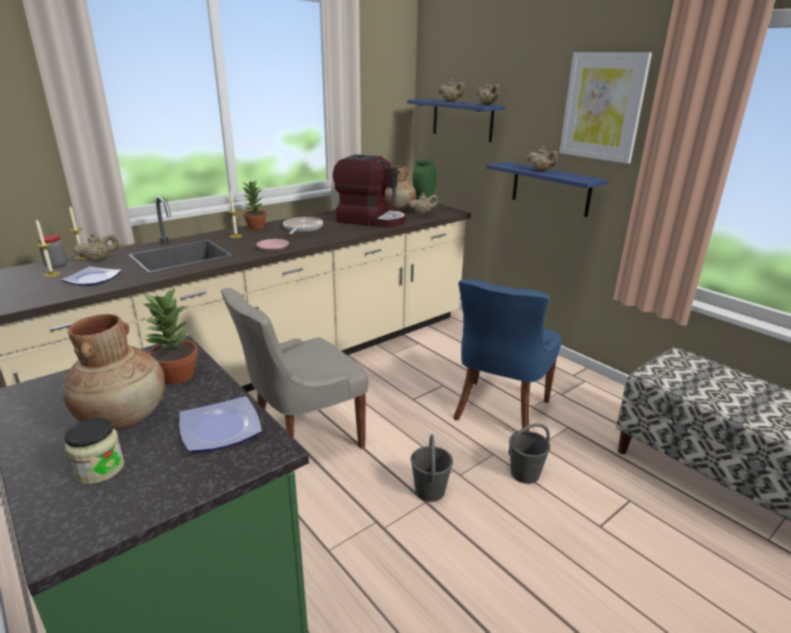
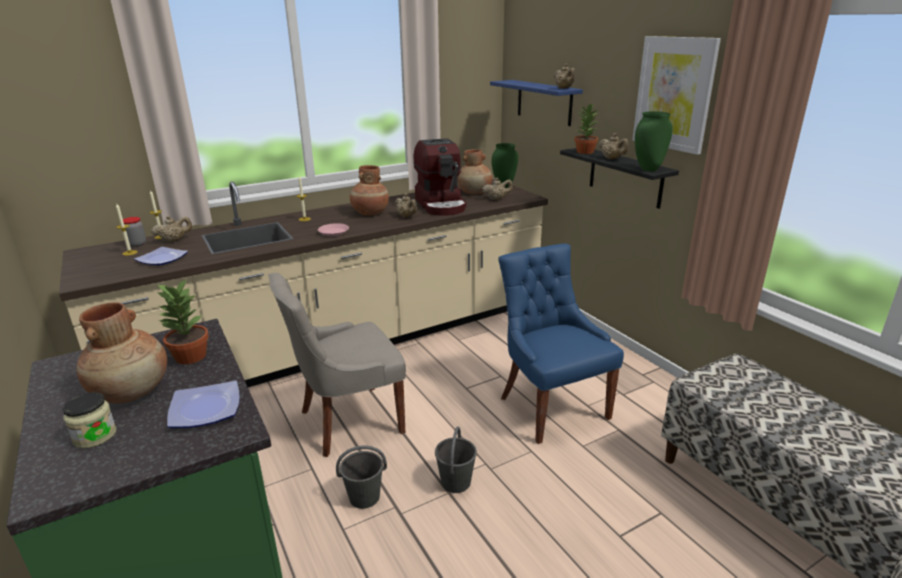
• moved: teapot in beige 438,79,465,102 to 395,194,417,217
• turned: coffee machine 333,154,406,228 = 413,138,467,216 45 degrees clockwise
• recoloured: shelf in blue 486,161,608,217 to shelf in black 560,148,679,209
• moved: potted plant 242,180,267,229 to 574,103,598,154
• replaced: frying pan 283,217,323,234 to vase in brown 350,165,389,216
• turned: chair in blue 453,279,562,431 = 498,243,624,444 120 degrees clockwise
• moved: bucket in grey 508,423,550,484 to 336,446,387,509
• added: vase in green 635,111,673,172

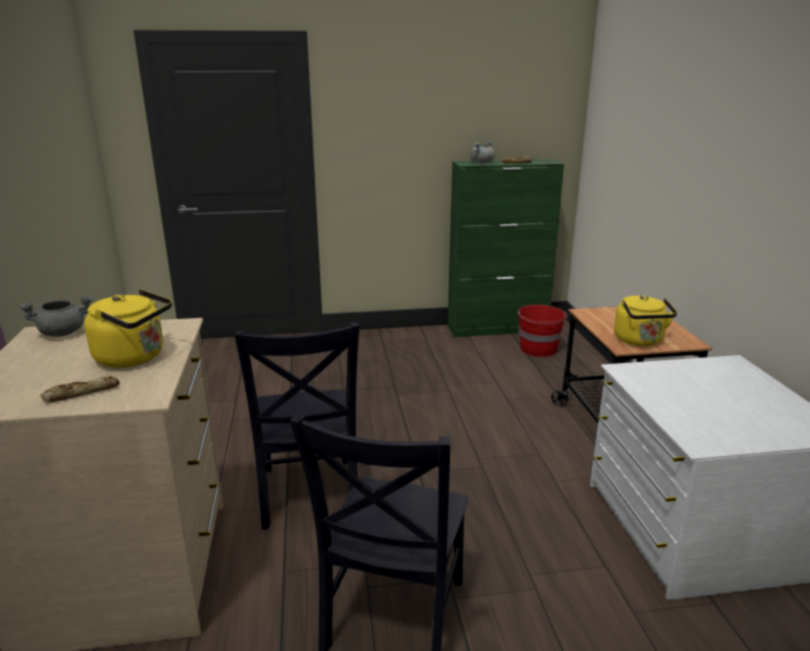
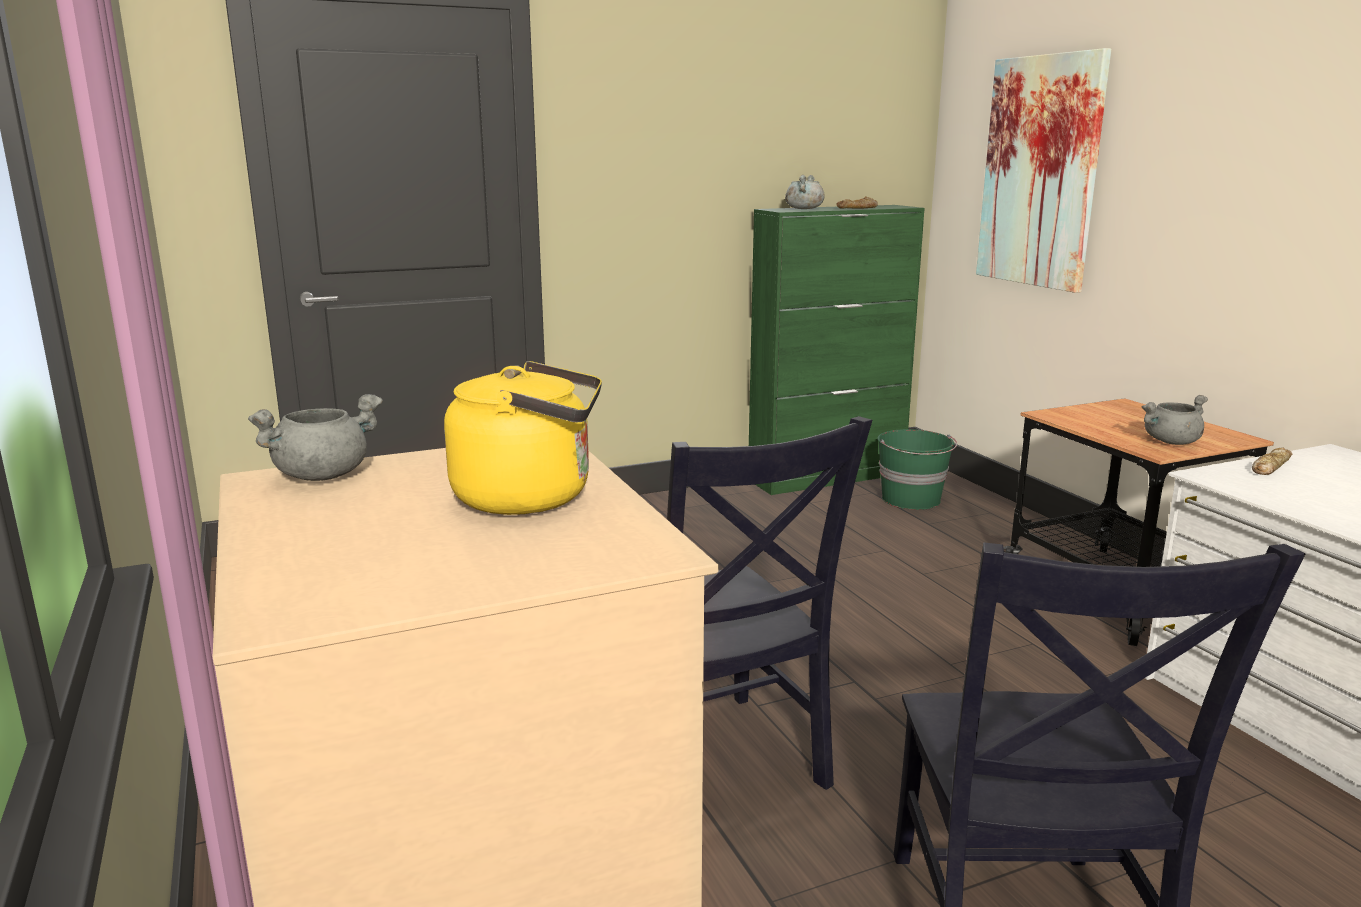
• replaced: kettle in yellow 614,295,677,346 to cooking pot in grey 1141,395,1208,445
• recoloured: bucket in red 518,305,567,357 to bucket in green 878,429,957,510
• moved: bread 40,376,120,402 to 1252,447,1292,475
• added: picture 976,48,1111,293

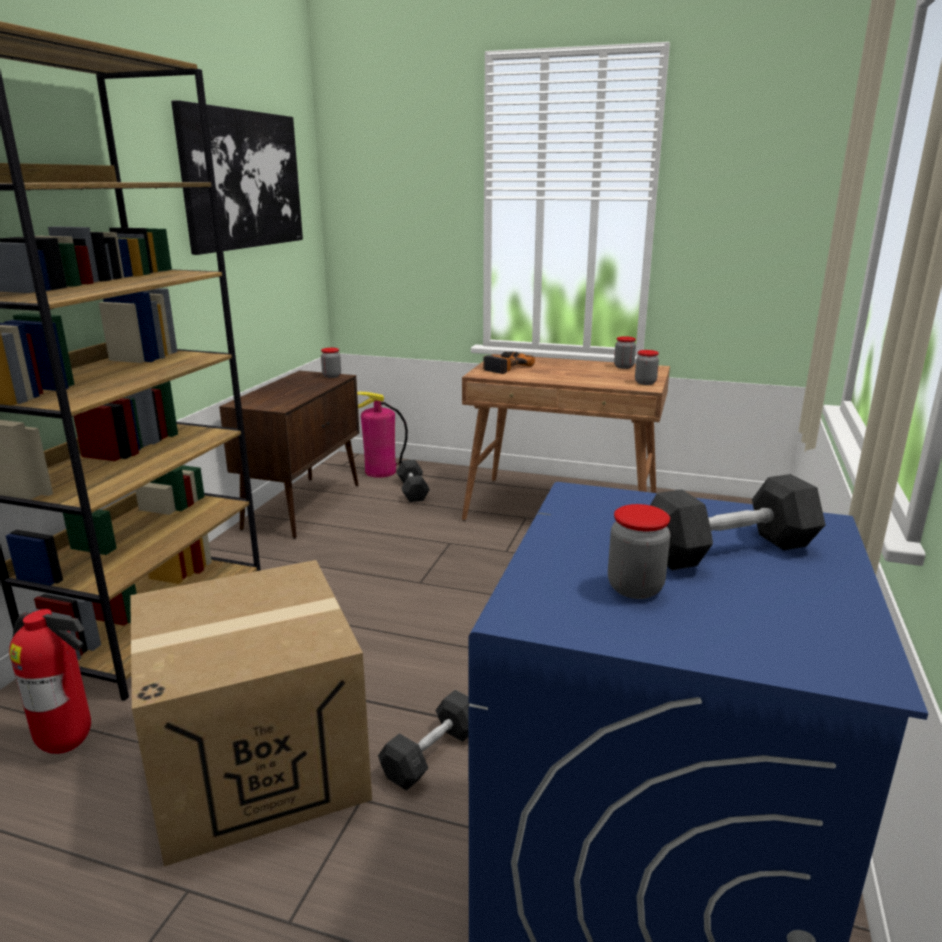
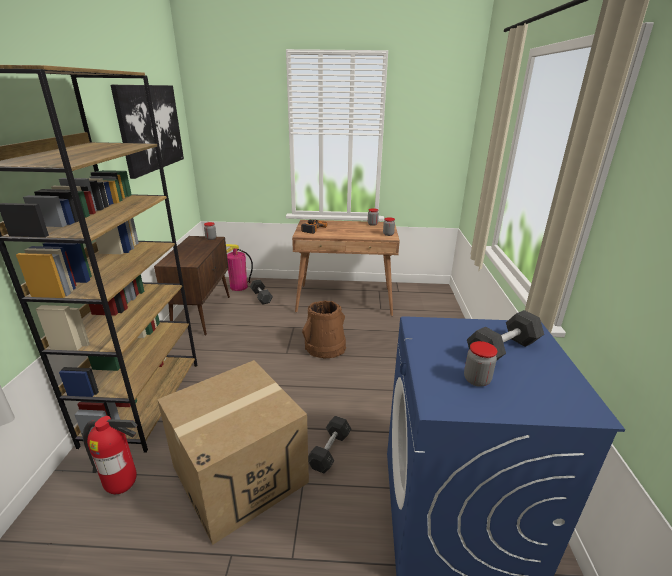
• added: bucket in brown 302,301,346,359

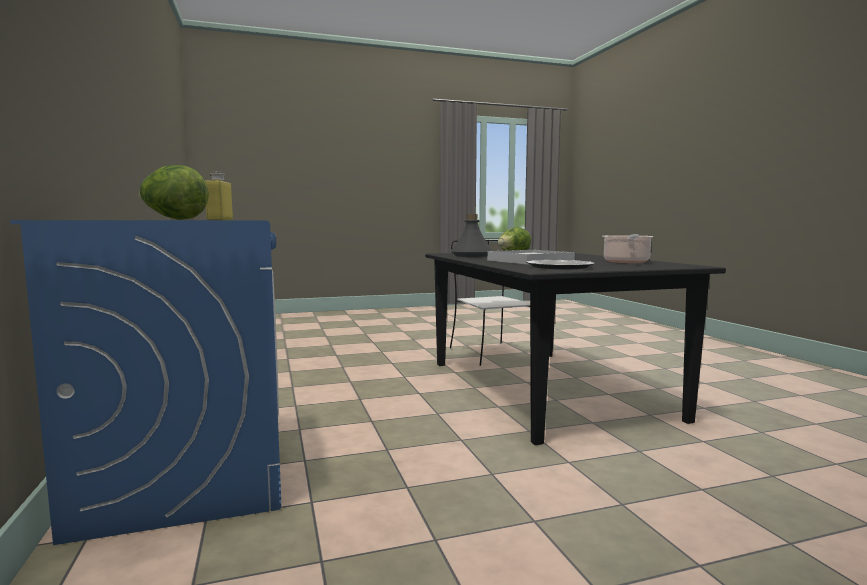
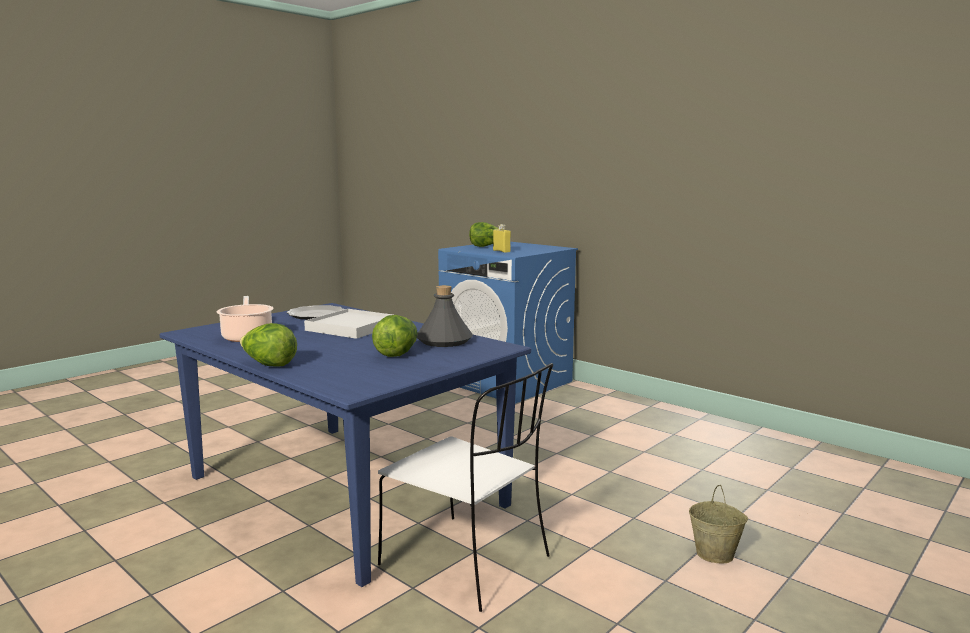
• recoloured: dining table in black 425,253,726,445 to dining table in blue 159,303,531,587
• added: lettuce 240,323,297,367
• added: bucket in beige 689,485,748,563

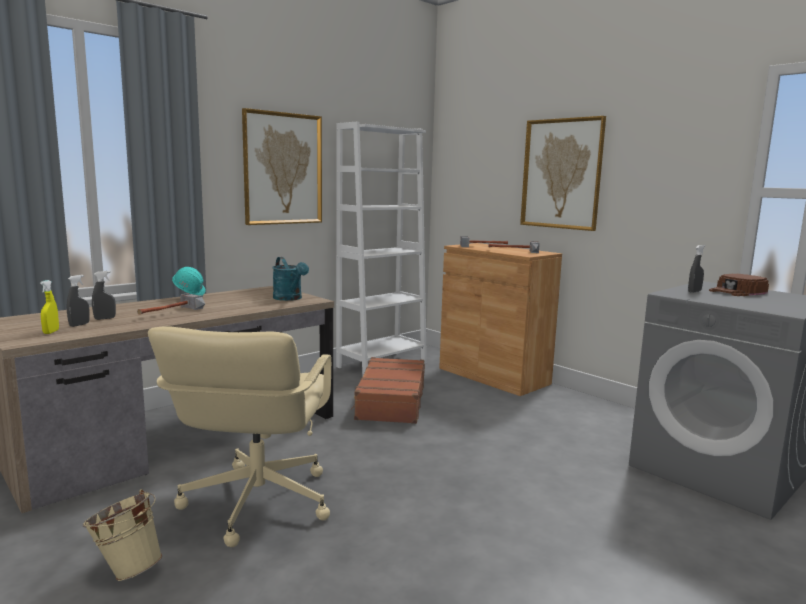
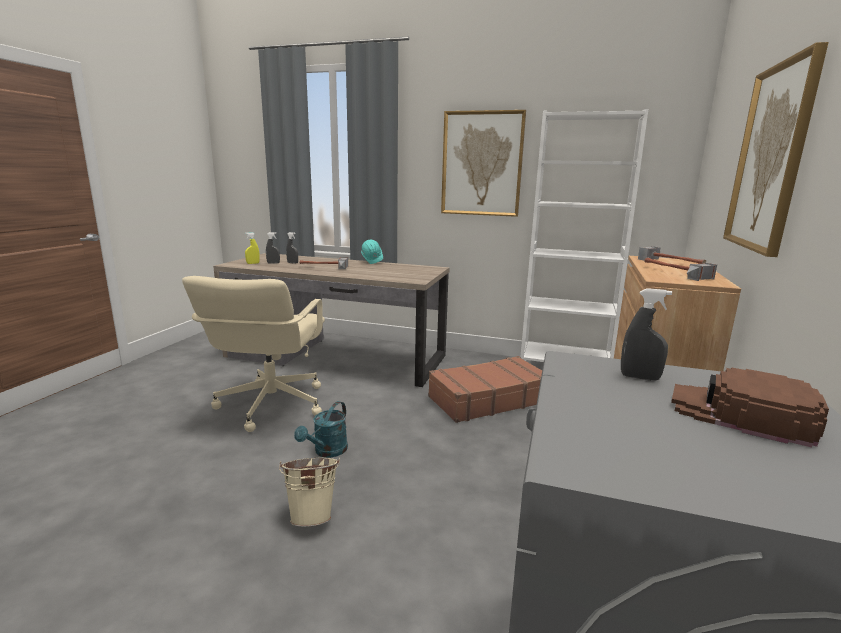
• moved: watering can in turquoise 272,257,309,301 to 294,401,348,458
• turned: office chair in beige 148,326,331,547 = 182,276,325,432 60 degrees counterclockwise
• moved: bucket in beige 83,489,163,581 to 279,457,340,527

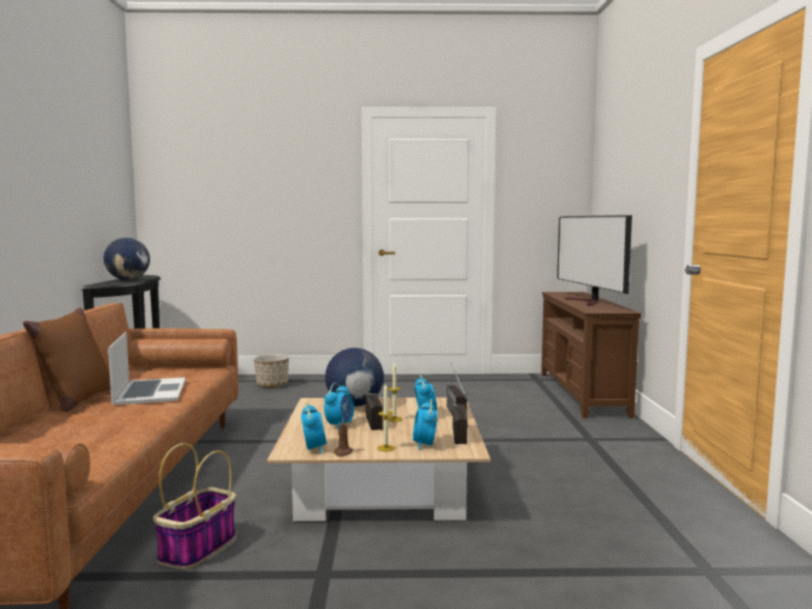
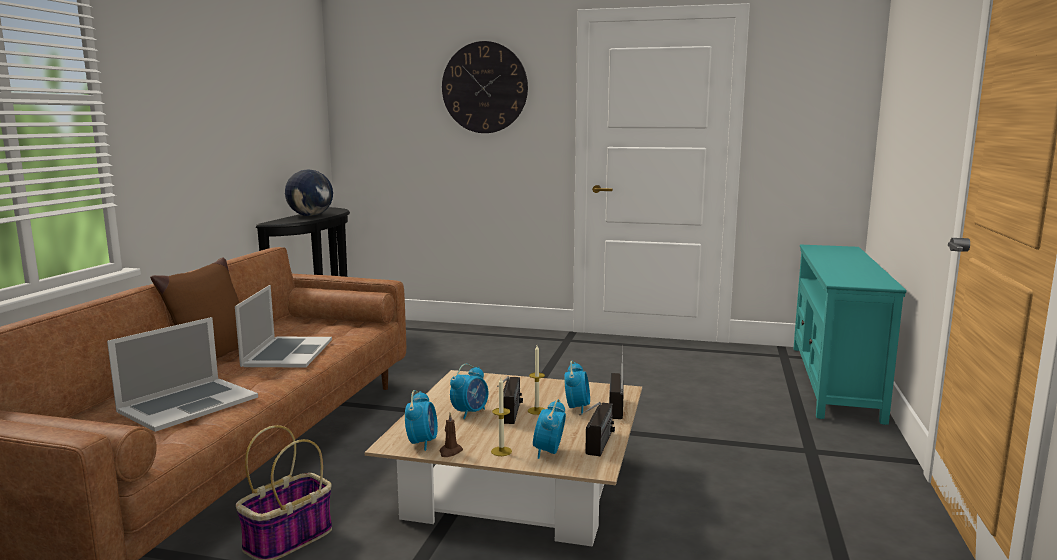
• removed: television 557,215,632,306
• recoloured: tv stand in brown 541,292,641,418 to tv stand in turquoise 793,245,906,425
• removed: globe 325,348,384,407
• removed: planter 254,354,289,388
• added: wall clock 442,41,528,133
• added: laptop 107,317,258,432

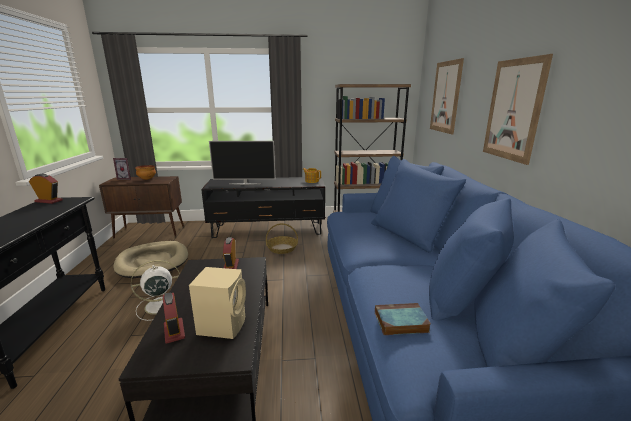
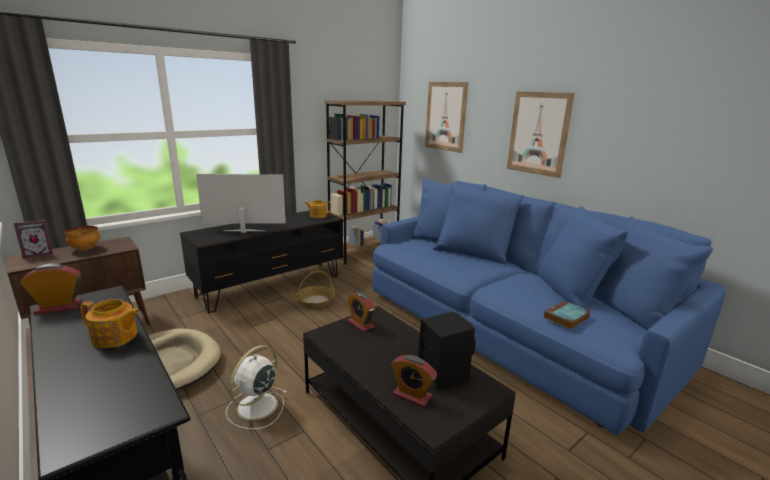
• turned: television 209,141,276,185 = 196,174,286,233 150 degrees counterclockwise
• recoloured: speaker in beige 189,267,246,339 to speaker in black 418,311,476,389
• added: teapot 80,299,140,348

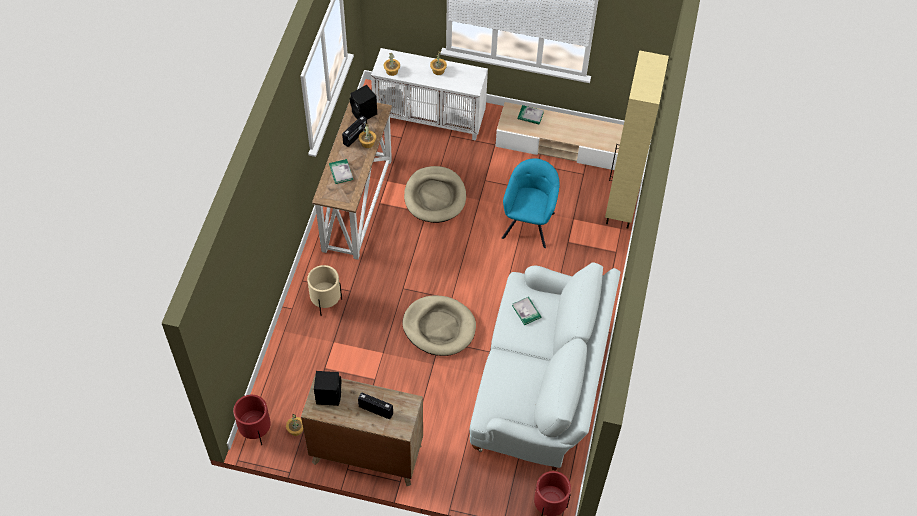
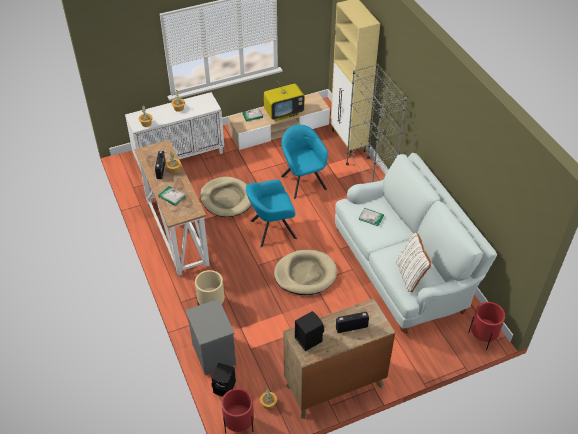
• moved: speaker in black 350,85,377,120 to 211,363,236,396
• added: bookcase in grey 346,64,407,183
• added: television 264,78,305,121
• added: armchair in turquoise 246,180,297,247
• added: pillow in white 396,232,431,292
• added: nightstand in grey 185,299,236,375

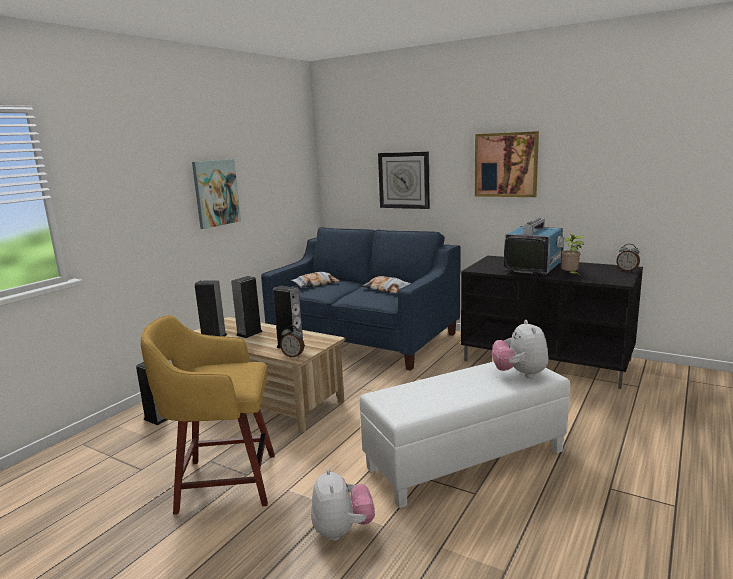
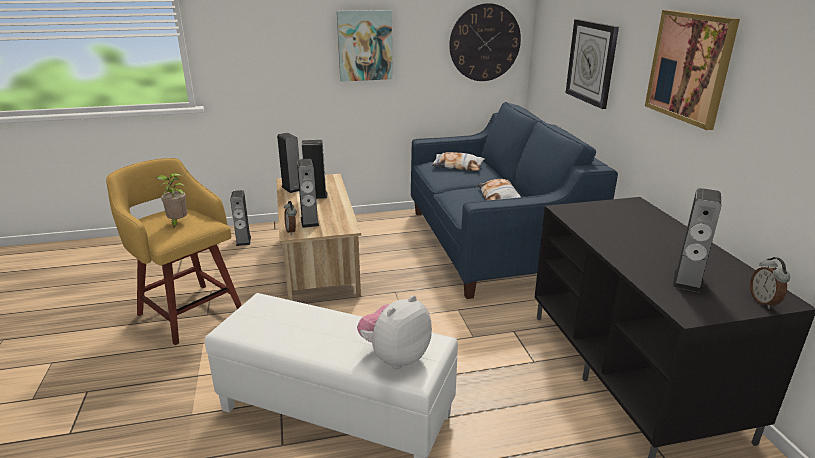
• removed: television 504,217,564,275
• moved: potted plant 561,234,585,275 to 156,173,188,229
• removed: plush toy 311,468,375,541
• added: wall clock 449,3,521,81
• added: speaker 673,188,721,293

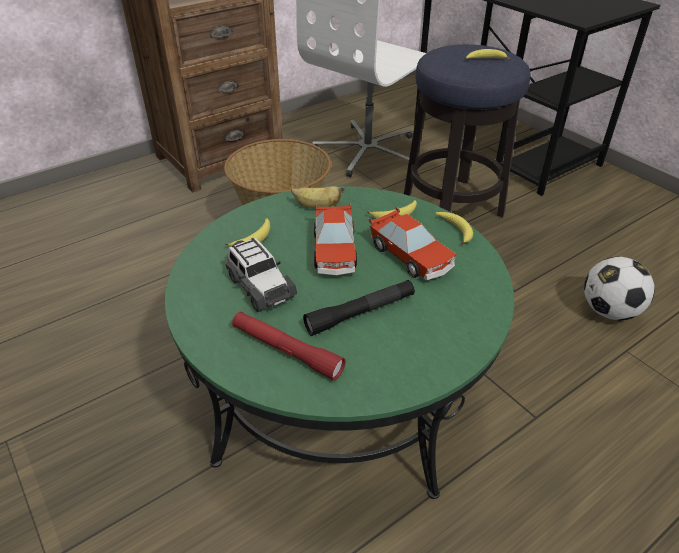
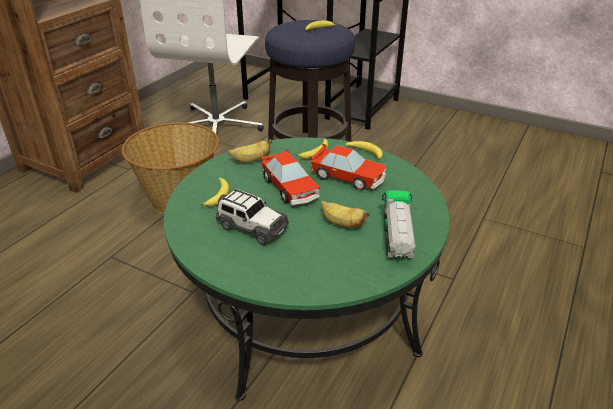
• removed: football 584,256,655,321
• replaced: flashlight in black 303,280,415,336 to banana 321,201,370,228
• removed: flashlight in red 232,312,346,381
• added: toy truck 382,191,416,258

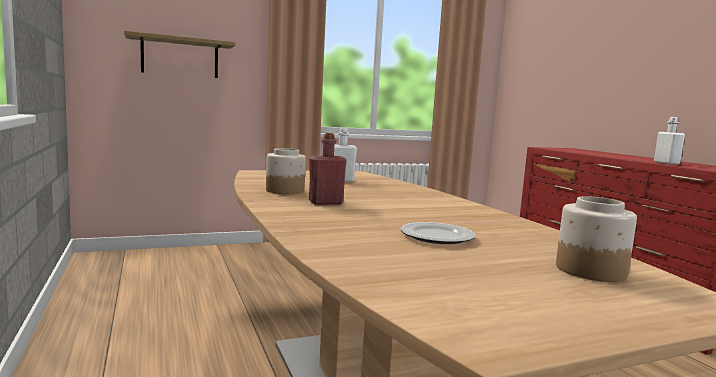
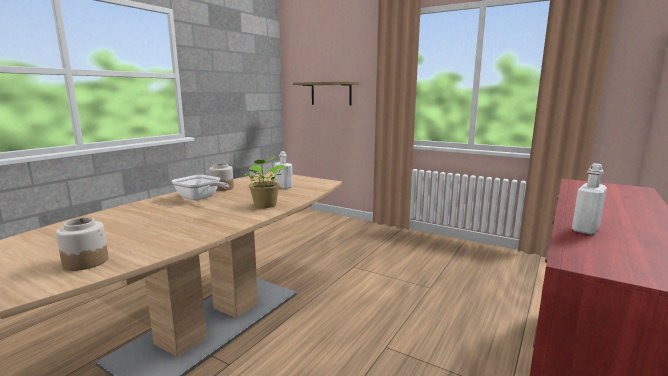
• replaced: bottle in red 309,133,347,205 to frying pan 172,175,229,201
• removed: plate 400,222,476,244
• added: potted plant 245,156,286,208

